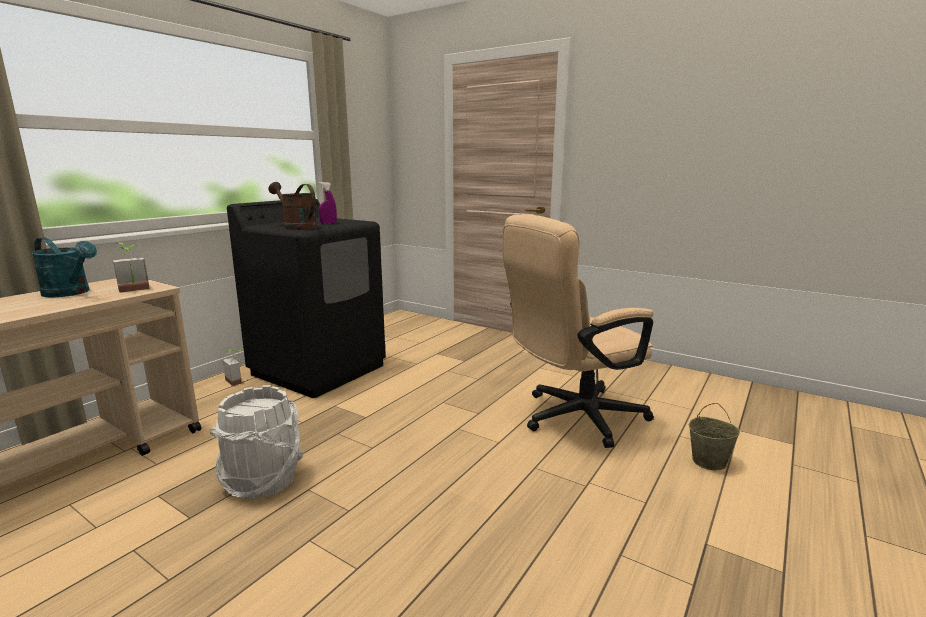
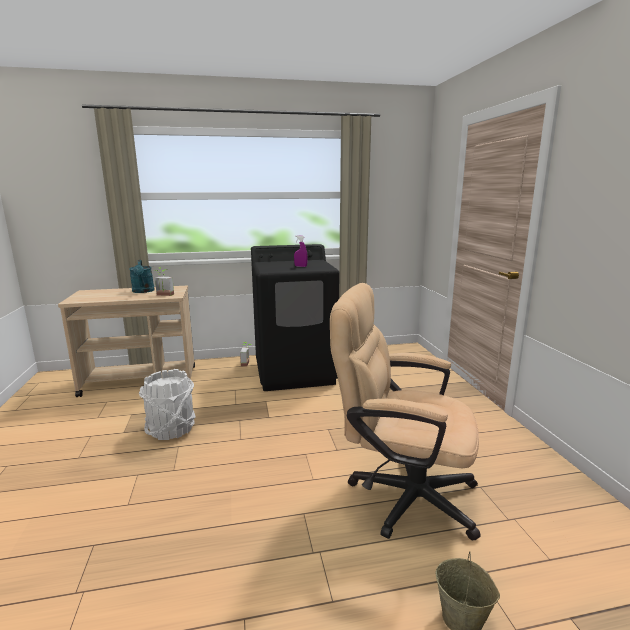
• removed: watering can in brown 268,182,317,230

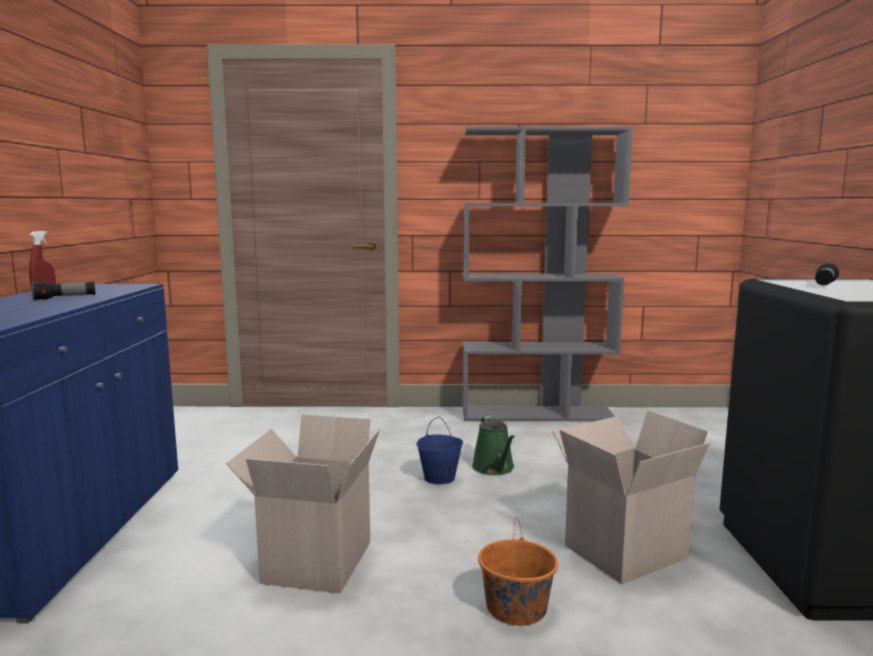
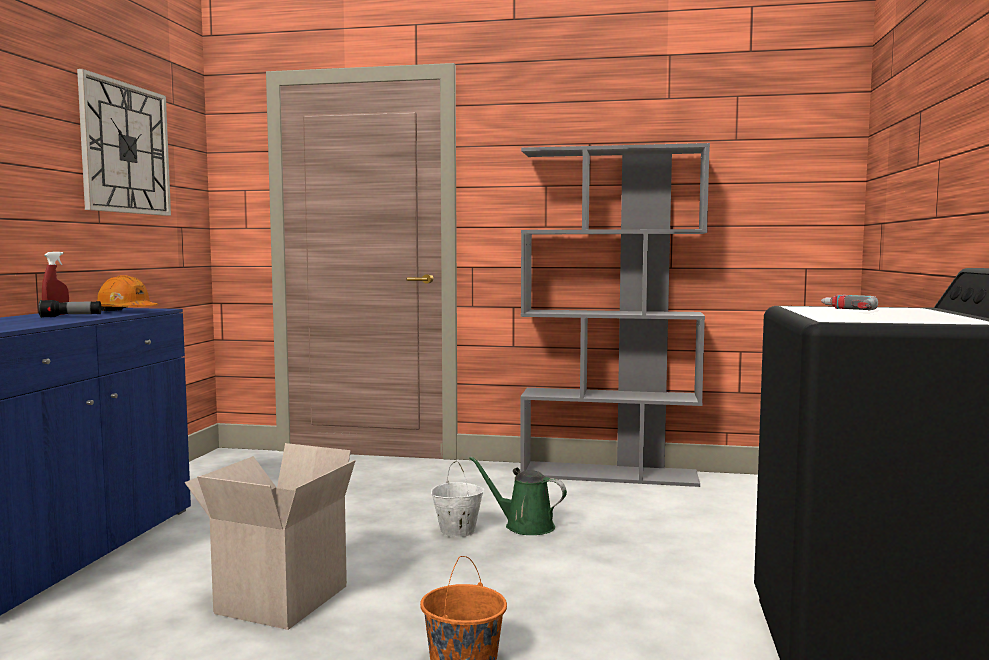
• replaced: flashlight 815,263,839,285 to power drill 821,295,879,311
• removed: cardboard box 553,410,710,584
• turned: watering can in green 472,416,515,475 = 469,456,567,535 120 degrees clockwise
• recoloured: bucket in blue 416,417,463,484 to bucket in white 431,461,484,537
• added: wall clock 77,69,171,216
• added: hard hat in orange 97,275,158,311

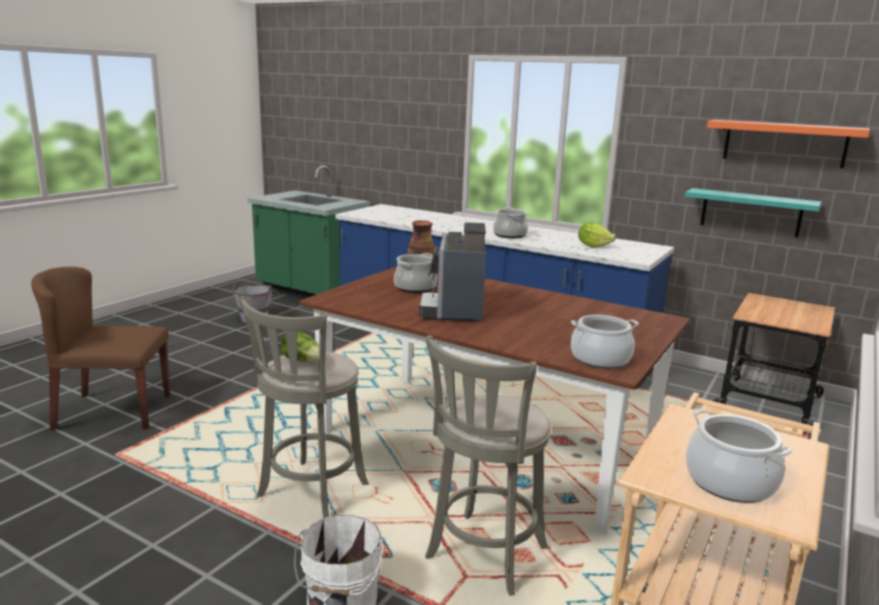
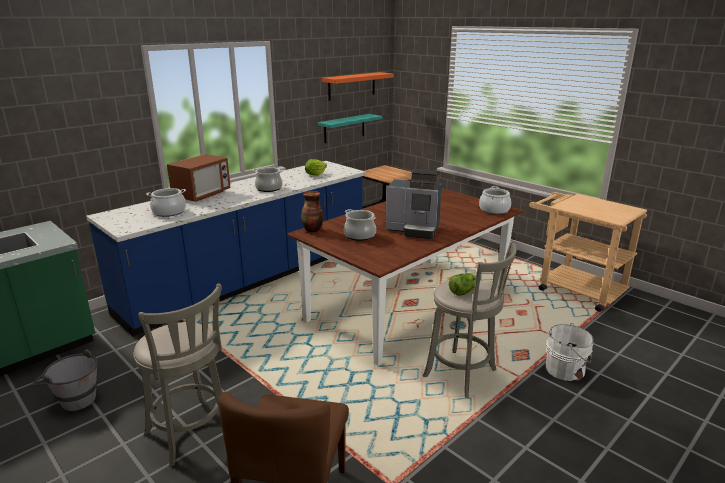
• moved: stool in grey 425,335,551,596 to 133,283,223,467
• moved: cooking pot 686,409,792,503 to 146,188,186,217
• added: microwave 167,154,231,202

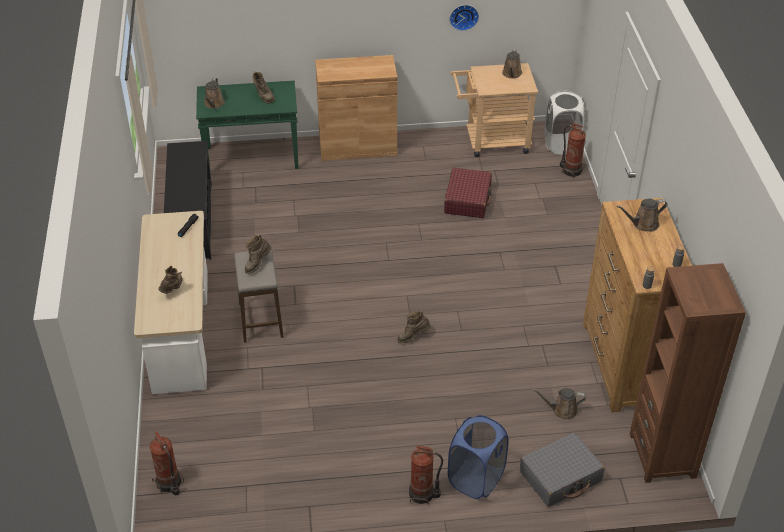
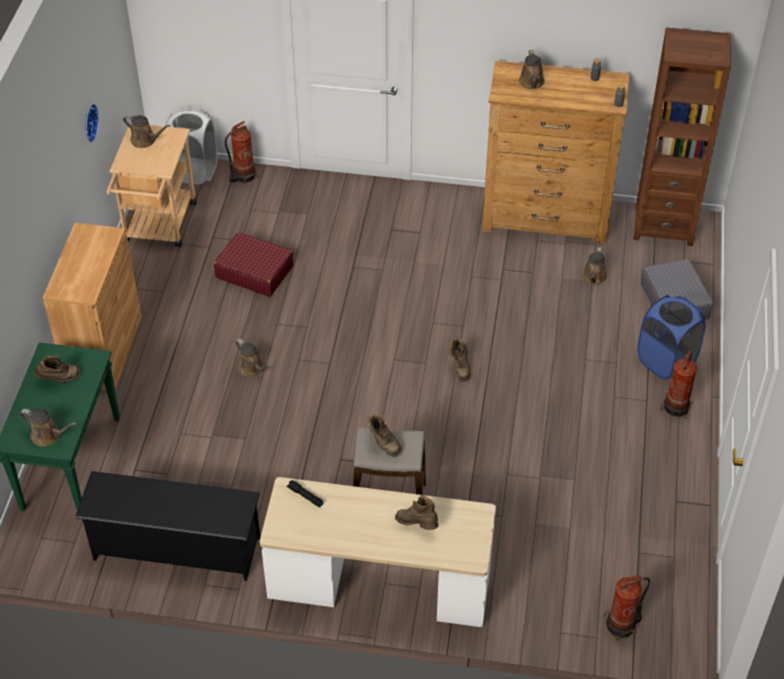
• added: watering can in brown 235,339,271,377

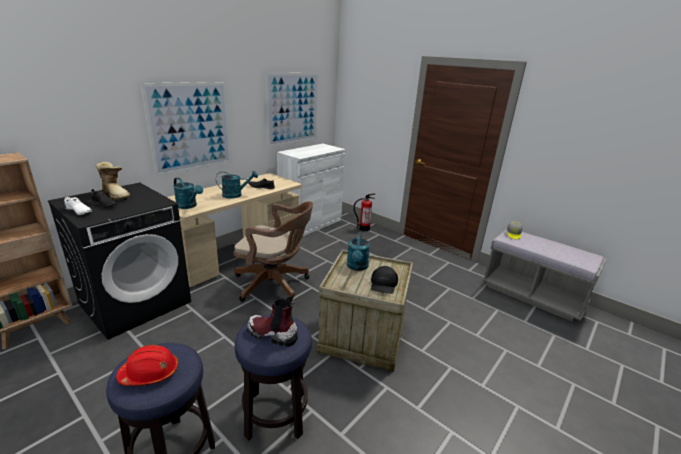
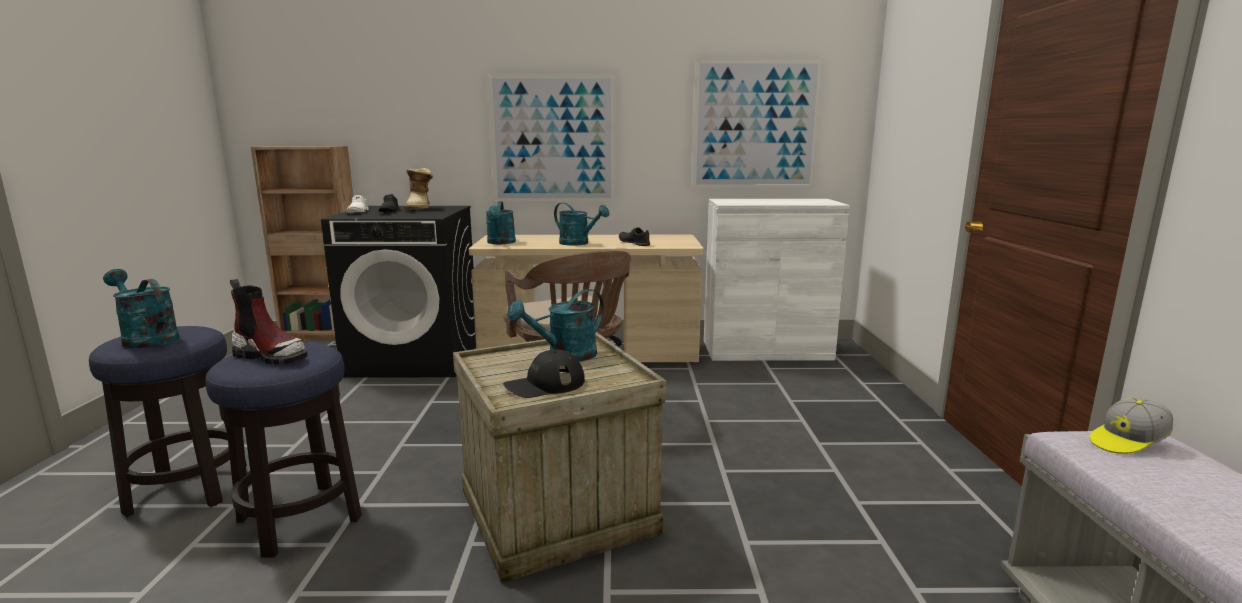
• removed: fire extinguisher 353,193,375,231
• turned: boot 247,299,298,347 = 230,279,308,364 135 degrees clockwise
• replaced: hard hat in red 116,345,178,386 to watering can in turquoise 103,269,180,348

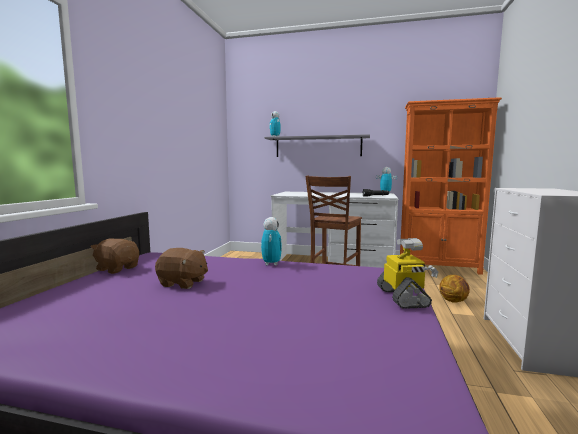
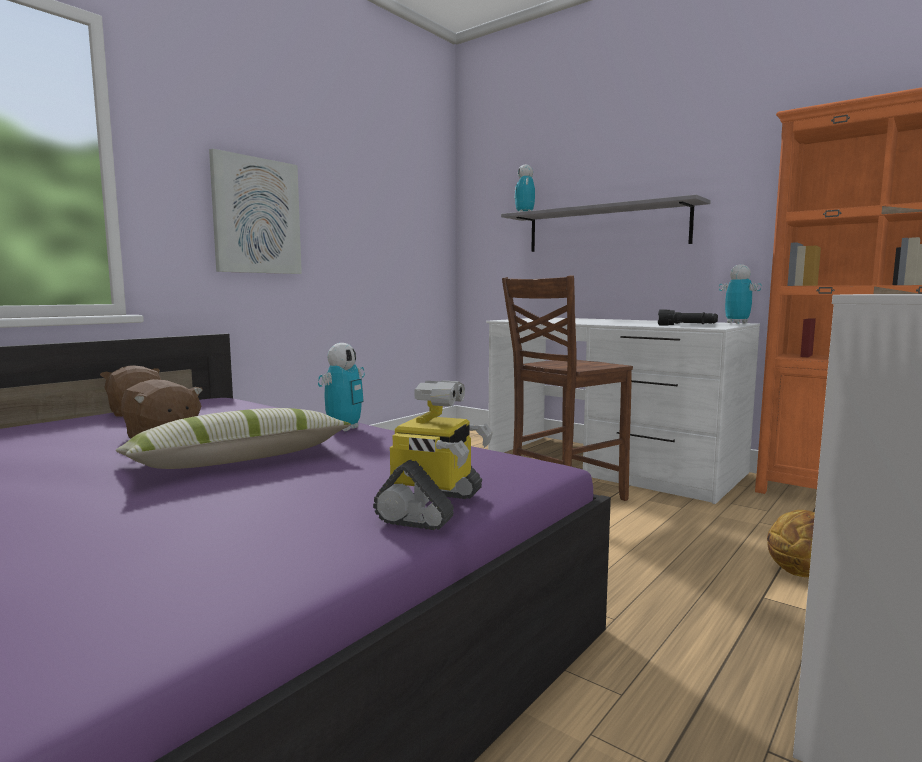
• added: picture 209,149,302,274
• added: pillow 116,408,351,469

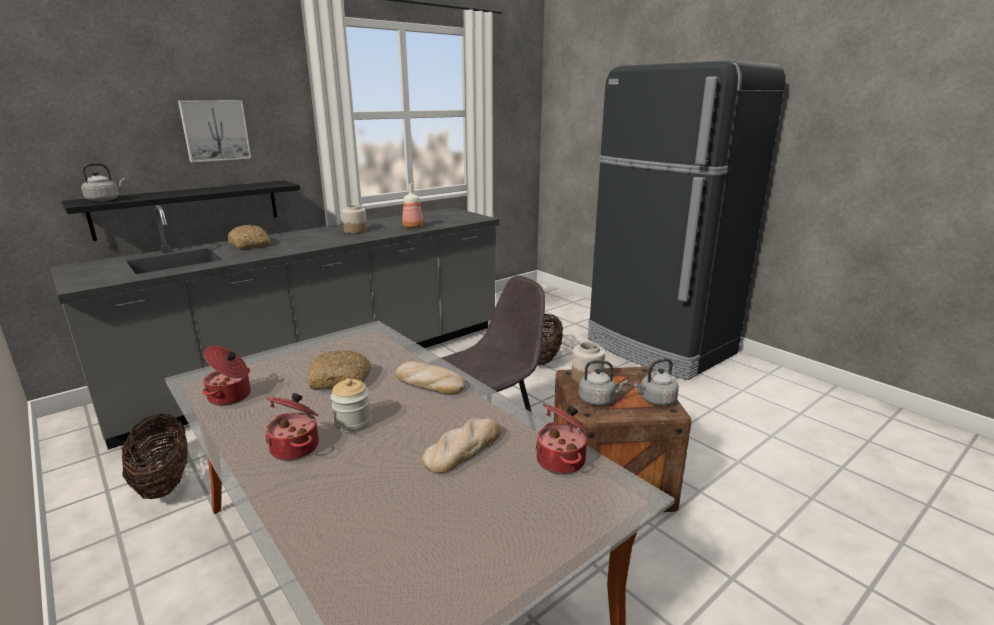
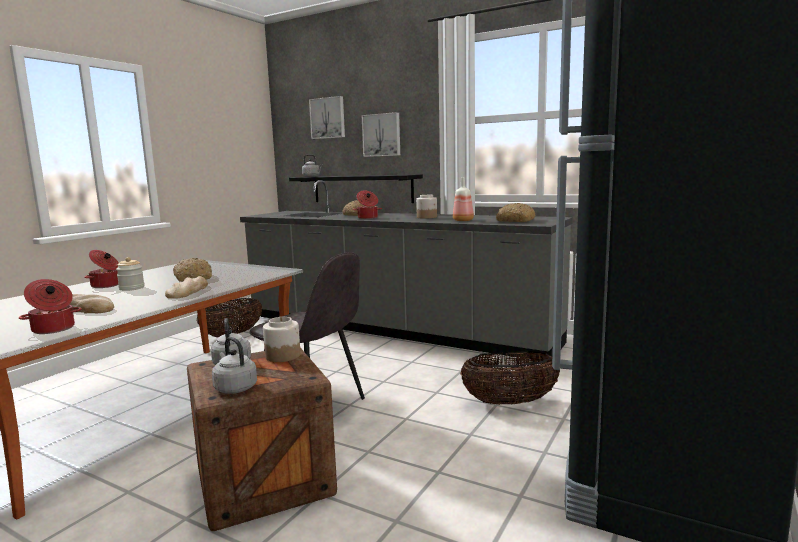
• moved: cooking pot 202,346,251,405 to 353,191,382,219
• added: picture 309,96,345,139
• added: bread 496,203,535,222

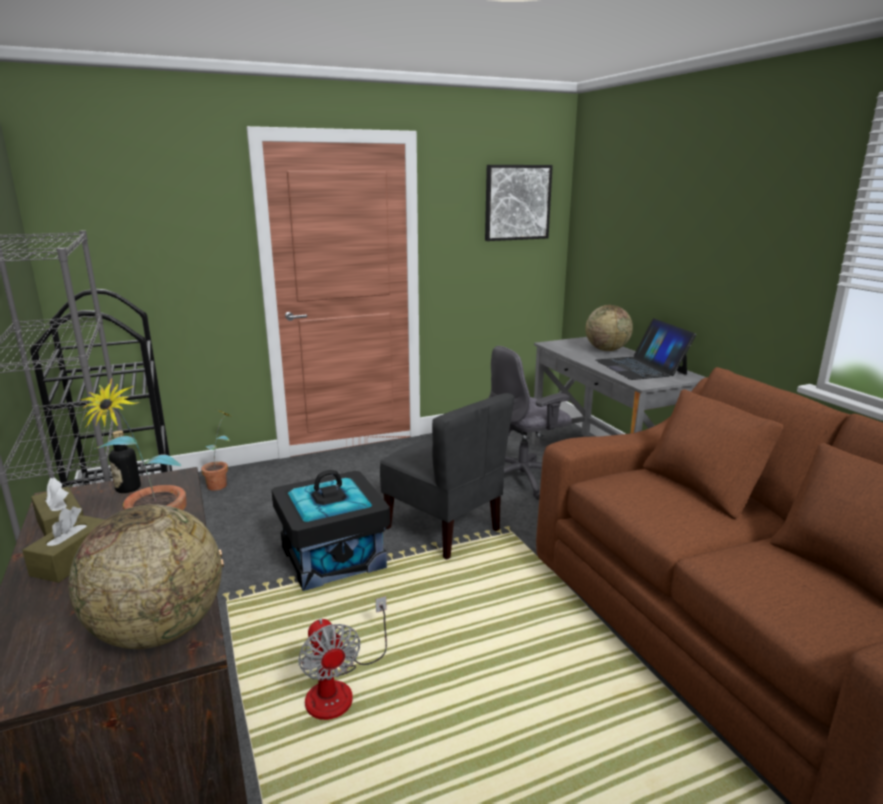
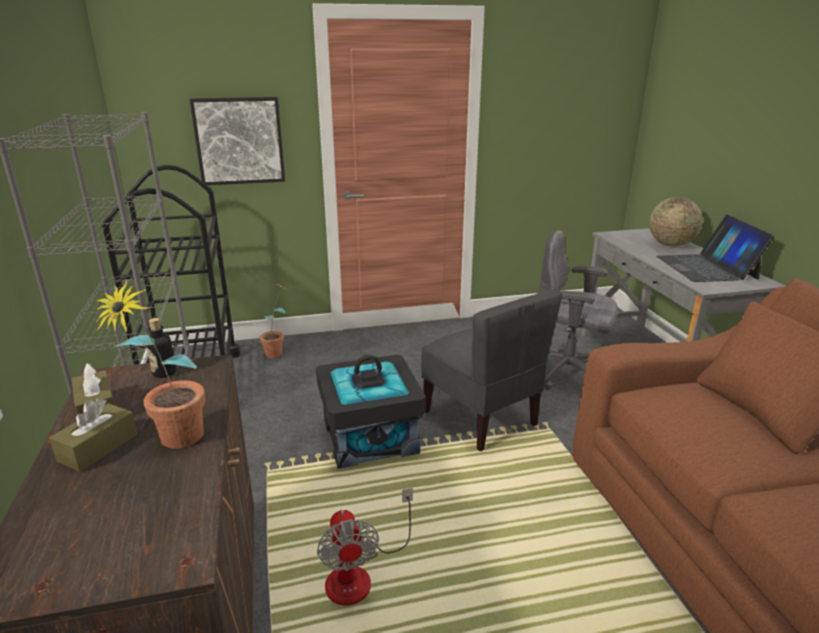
• moved: picture 485,165,553,241 to 190,97,285,185
• turned: office chair in grey 489,346,572,500 = 538,230,618,390 45 degrees clockwise
• removed: globe 69,504,222,649

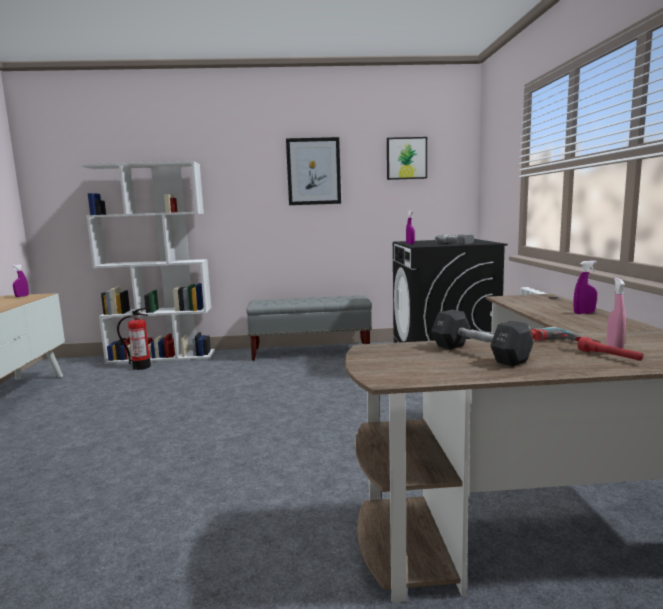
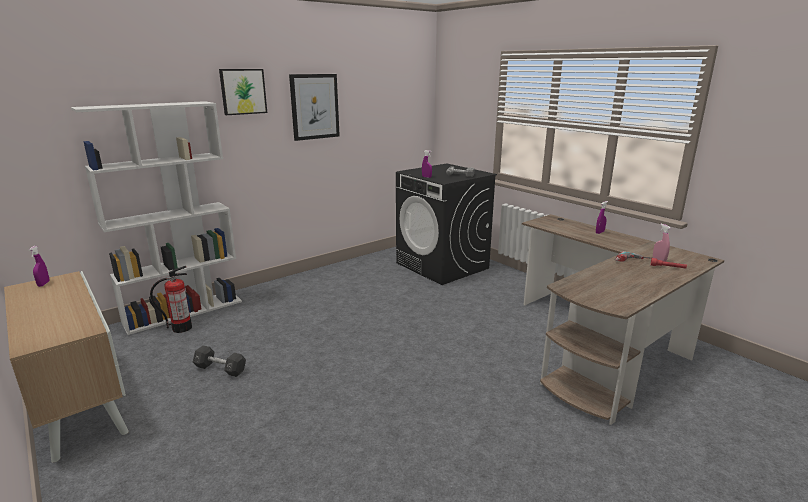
• moved: picture 387,137,427,180 to 219,69,267,115
• removed: bench in grey 246,295,372,361
• moved: dumbbell in black 431,310,533,367 to 193,345,246,377

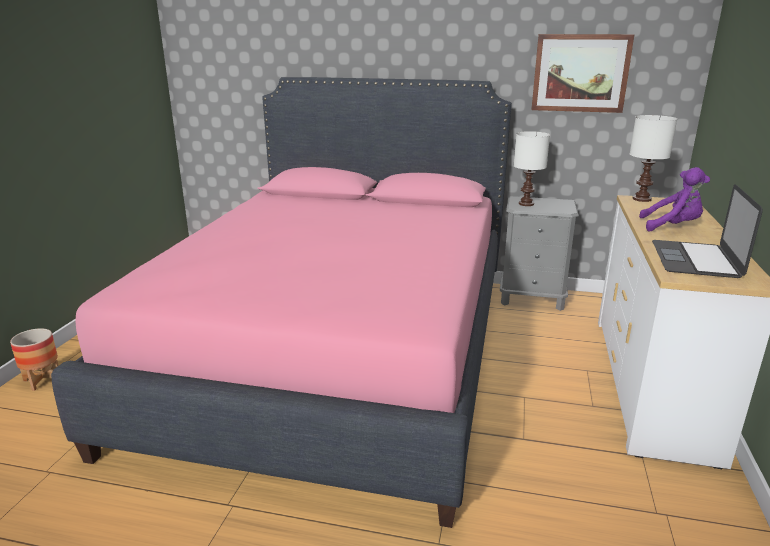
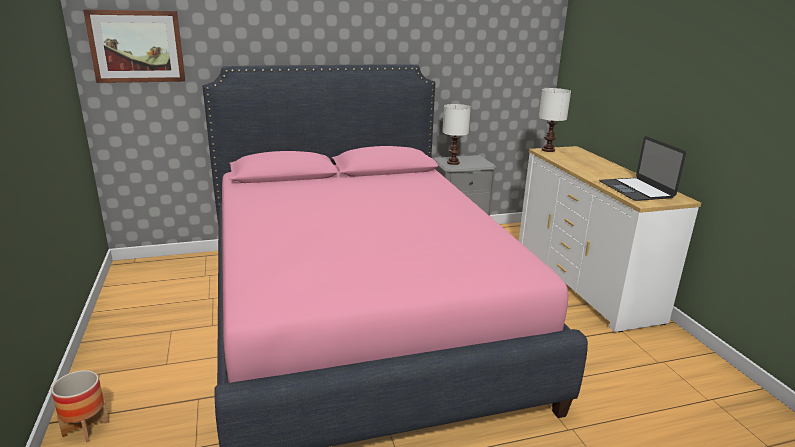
• moved: picture 531,34,634,113 to 83,9,185,83
• removed: plush toy in purple 639,167,710,232

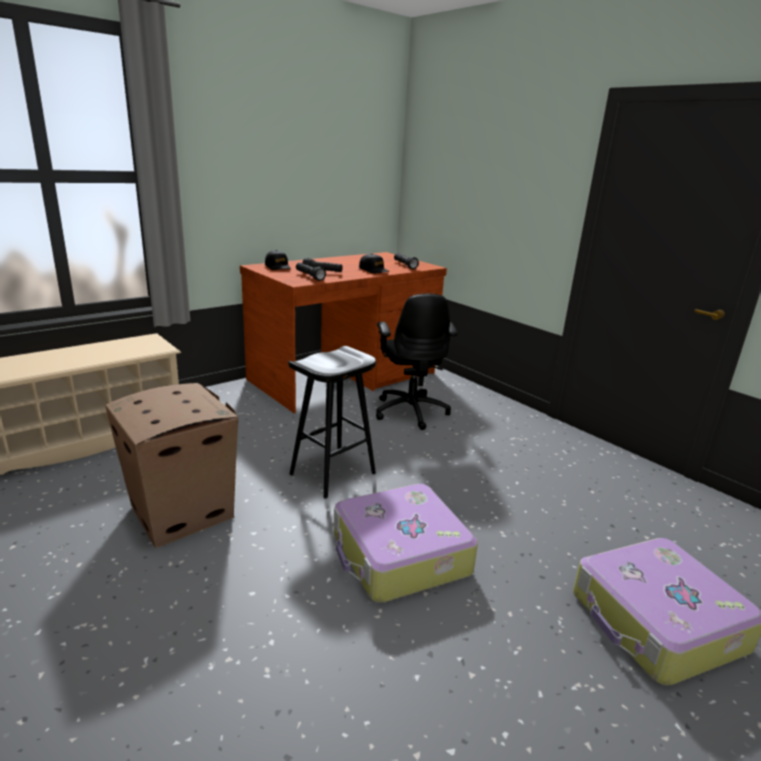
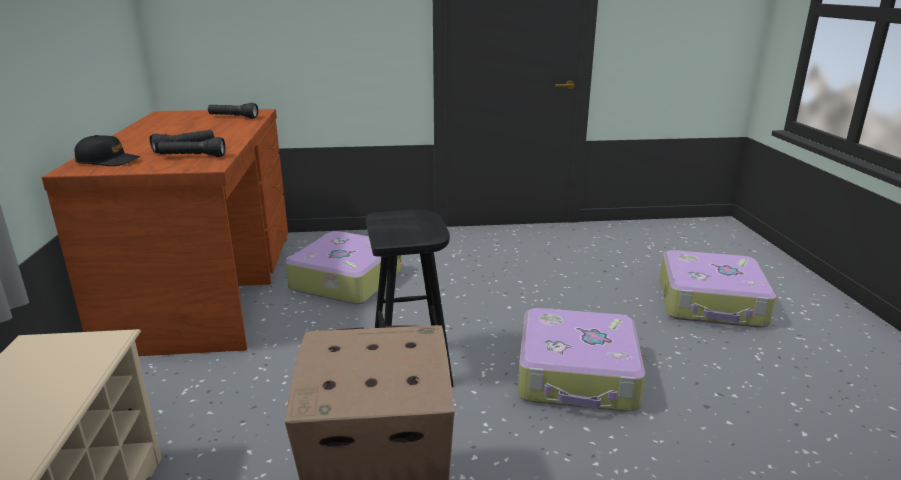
• removed: cap in black 359,254,389,274
• replaced: office chair in black 376,294,458,430 to suitcase 285,231,401,304

